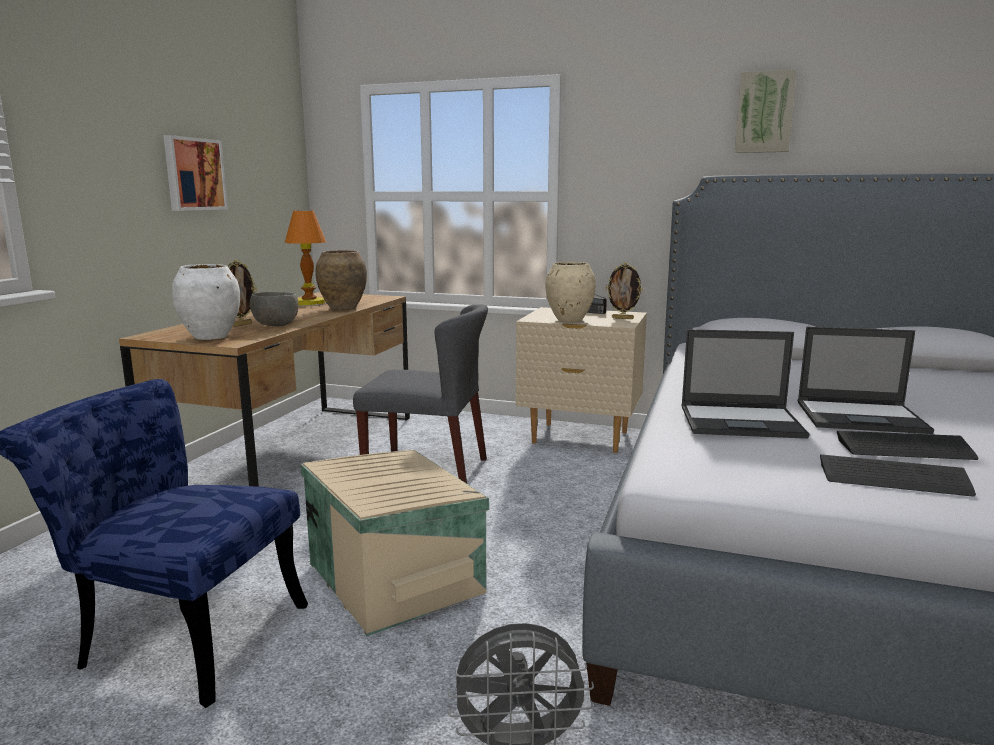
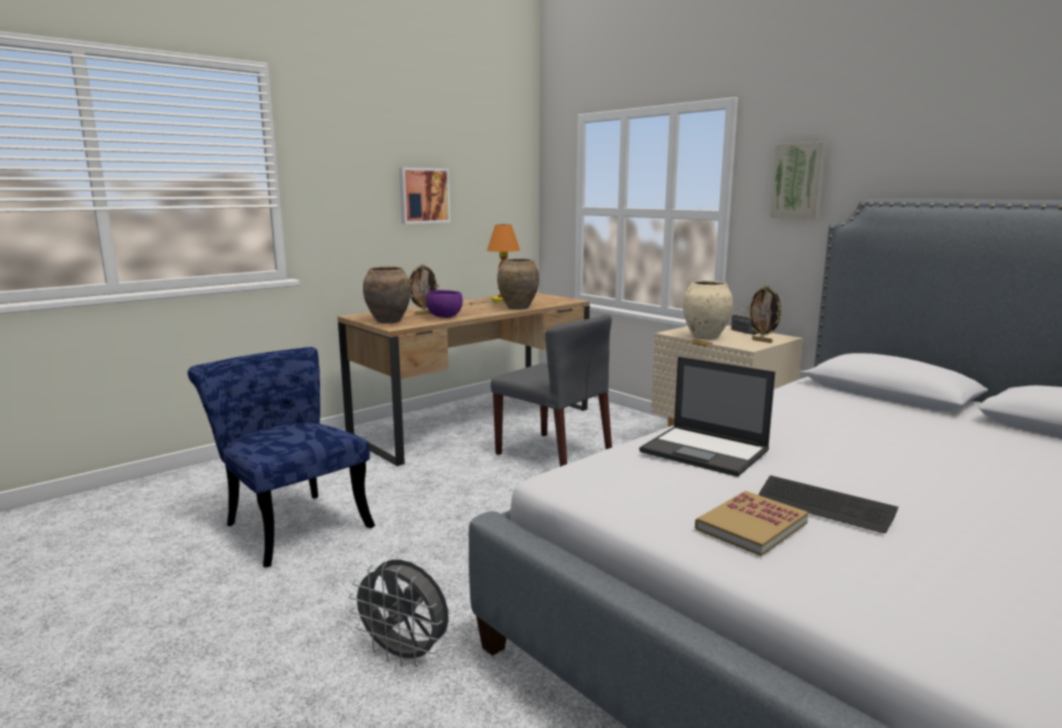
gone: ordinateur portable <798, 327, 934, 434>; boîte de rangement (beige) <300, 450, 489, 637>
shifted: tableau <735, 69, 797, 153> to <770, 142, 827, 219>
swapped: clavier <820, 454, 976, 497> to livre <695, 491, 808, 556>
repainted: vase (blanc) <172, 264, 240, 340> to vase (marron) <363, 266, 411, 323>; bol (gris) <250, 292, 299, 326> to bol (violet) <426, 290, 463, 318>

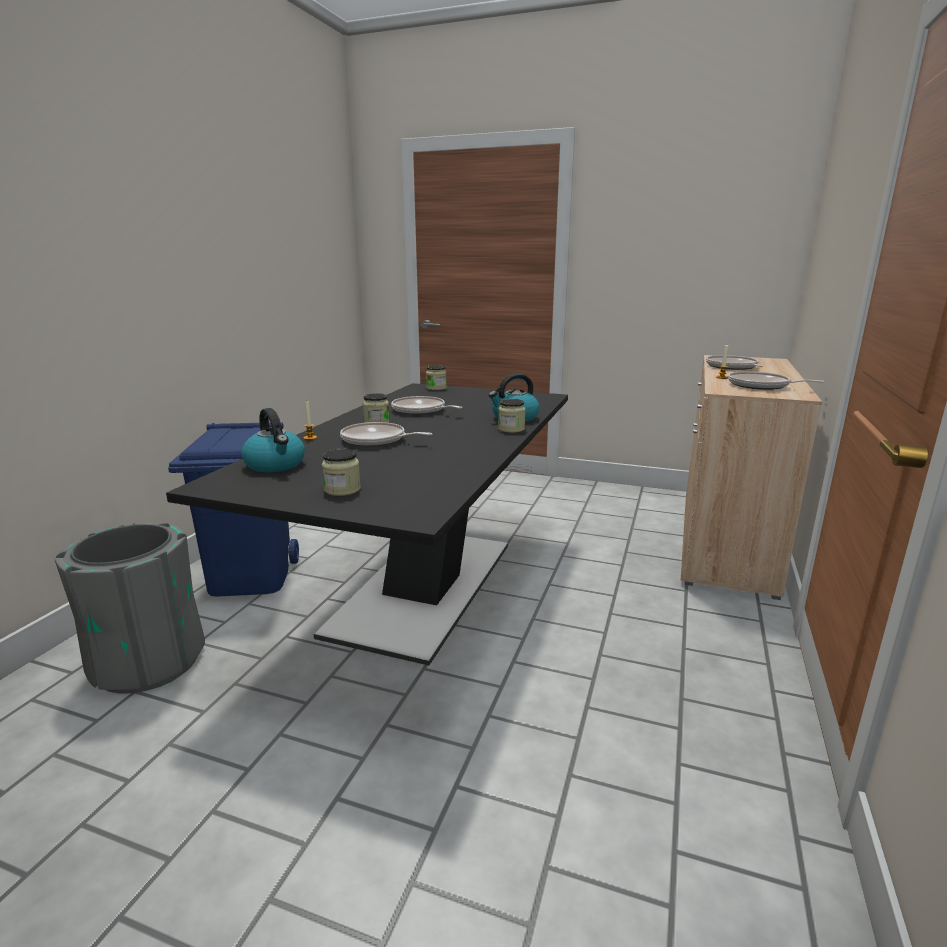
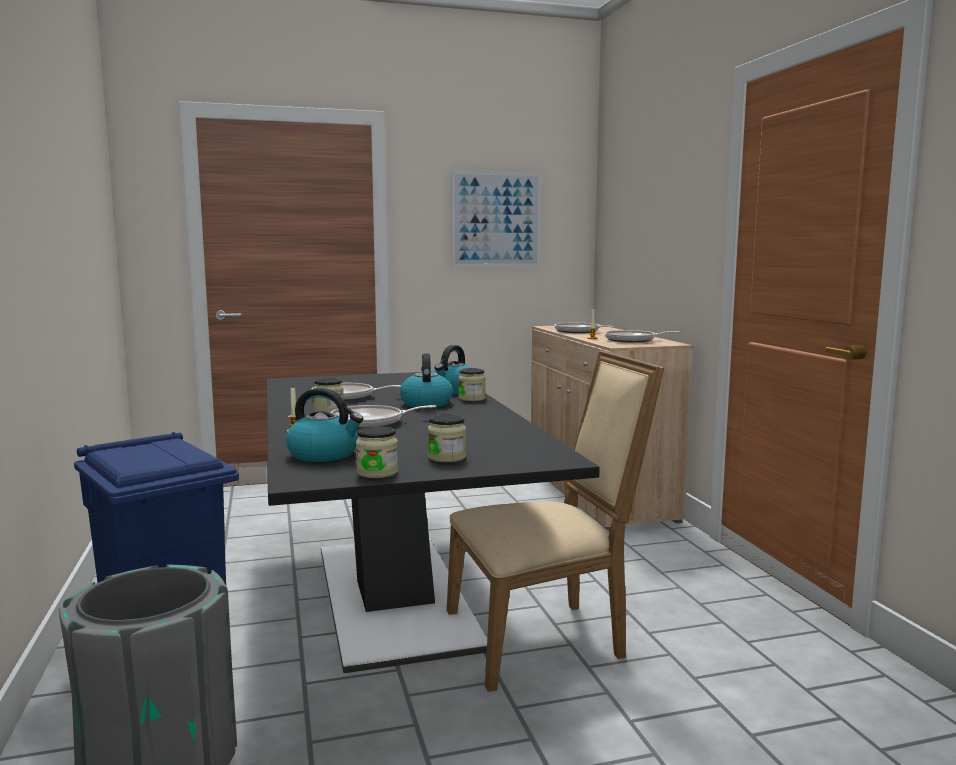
new: tableau <451, 171, 541, 267>; chaise (beige) <447, 350, 664, 692>; bouilloire <400, 353, 453, 407>
shifted: bocal <426, 365, 447, 390> to <356, 426, 398, 478>

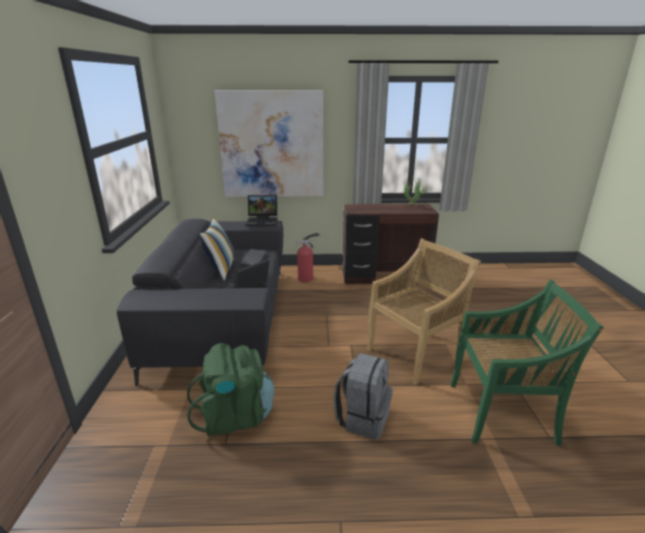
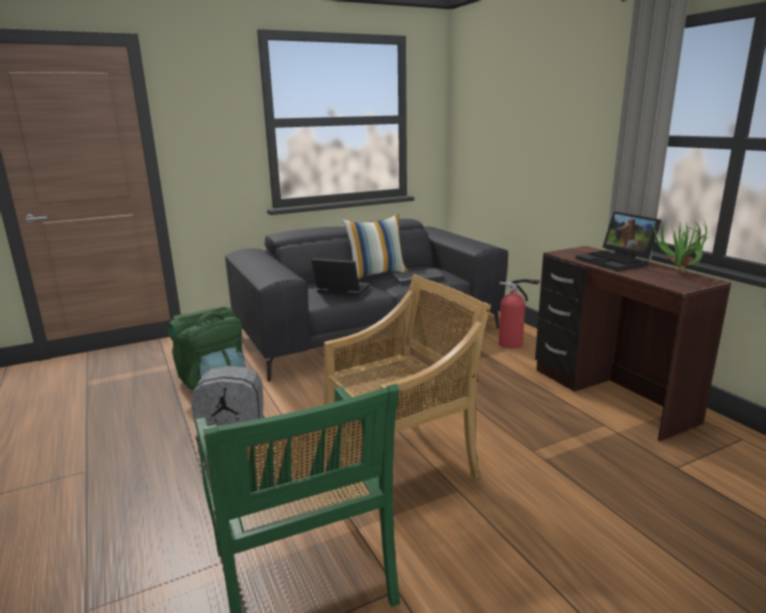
gone: tableau <215, 90, 323, 197>
shifted: ordinateur portable <245, 195, 277, 226> to <576, 211, 662, 271>
rotated: chaise (beige) <367, 238, 481, 385> = <324, 274, 491, 517> 60 degrees counterclockwise

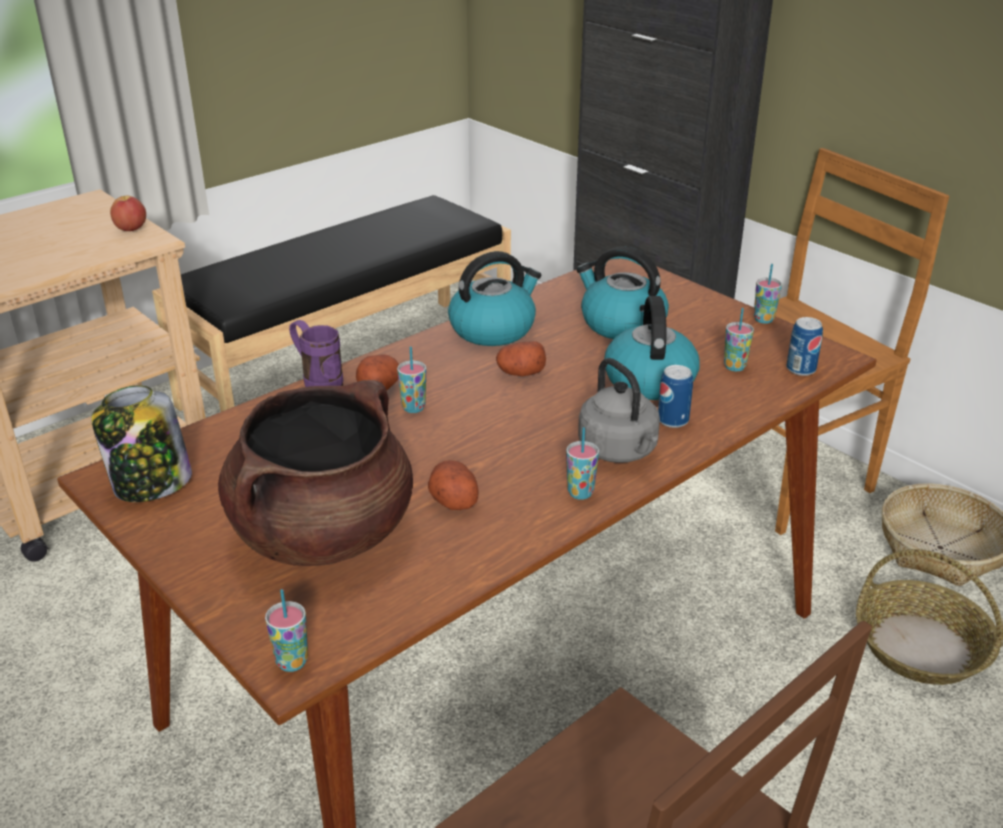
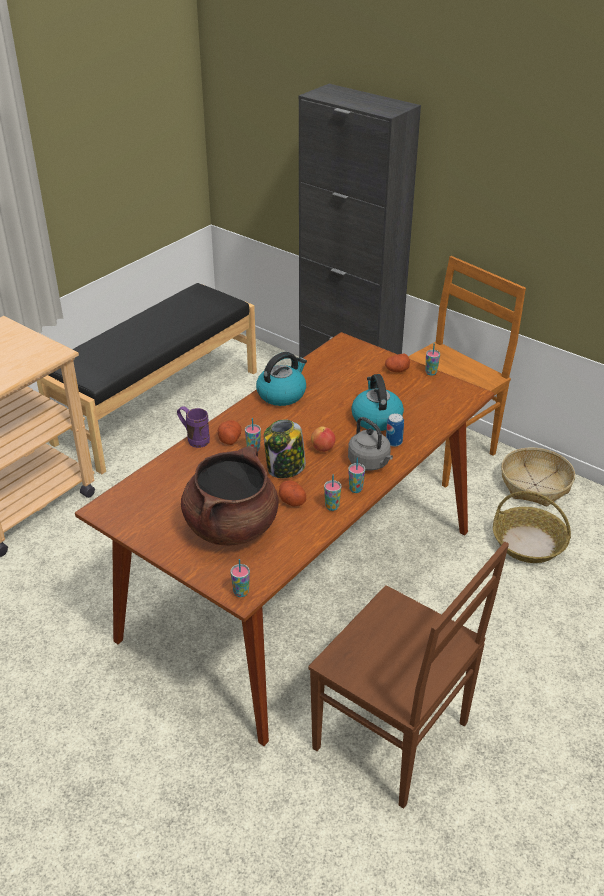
gone: bouilloire <576, 247, 669, 339>; boîte métallique <786, 317, 823, 376>
shifted: pomme <110, 196, 146, 231> to <311, 426, 335, 452>; tasse <724, 308, 754, 371> to <324, 475, 341, 511>; pomme de terre <496, 341, 546, 376> to <385, 354, 410, 372>; bocal <91, 385, 192, 502> to <264, 419, 306, 478>

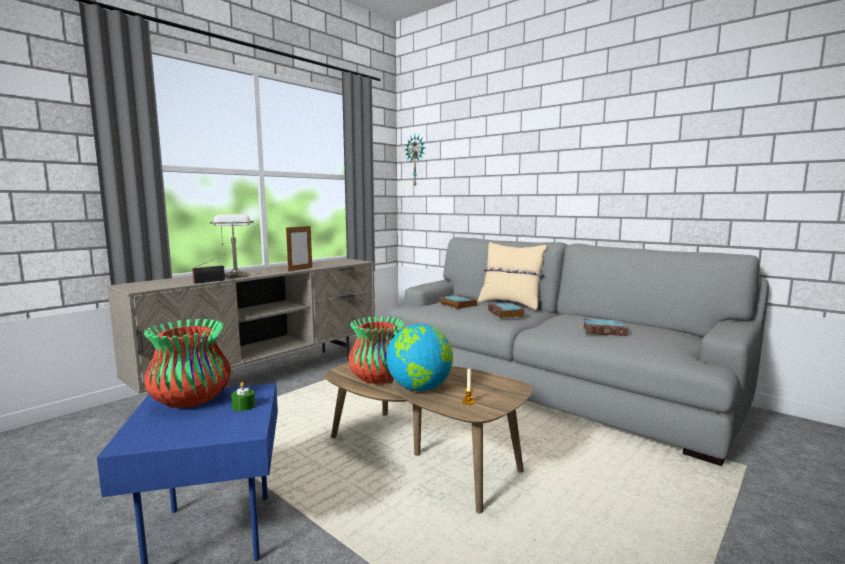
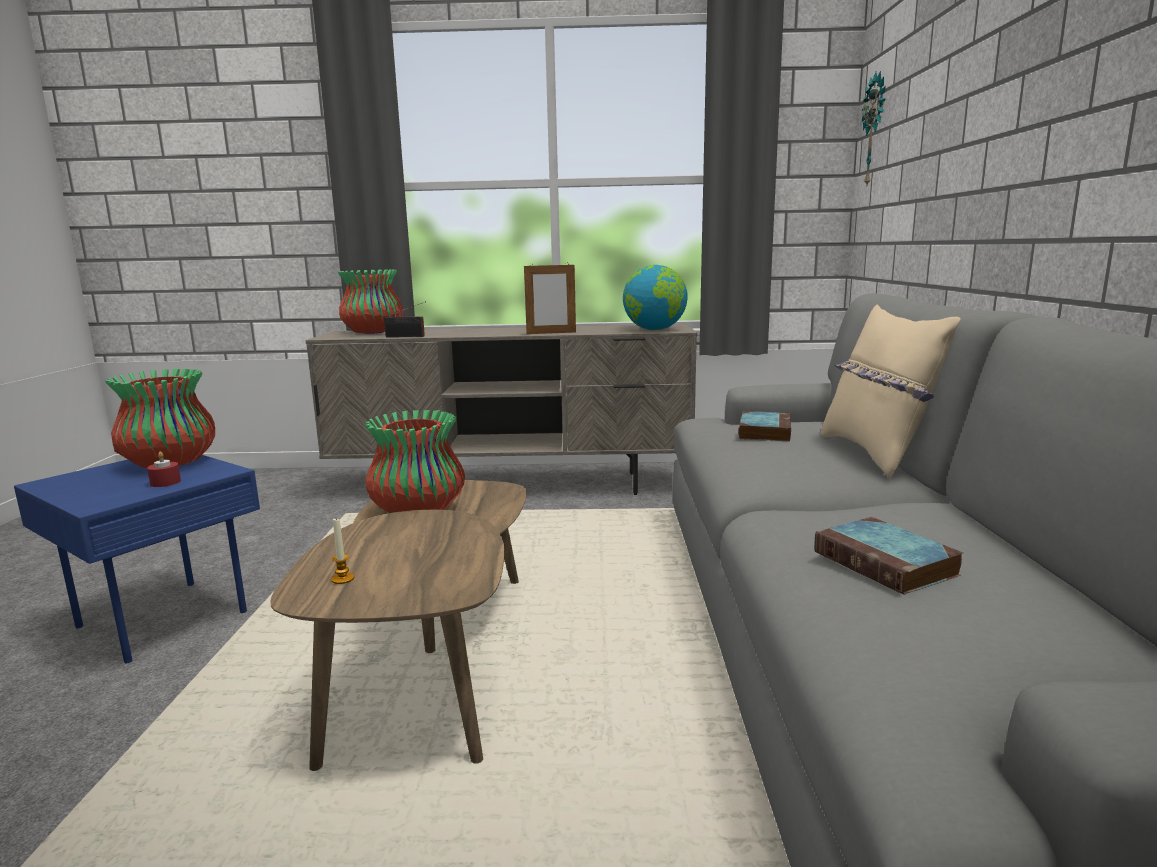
gone: lampe de table (gris) <210, 214, 254, 278>; livre <488, 303, 525, 318>
new: vase <338, 269, 403, 334>
shifted: globe <387, 324, 453, 391> to <623, 265, 688, 330>
repainted: bougie (vert) <231, 382, 255, 411> to bougie (rouge) <147, 452, 181, 487>

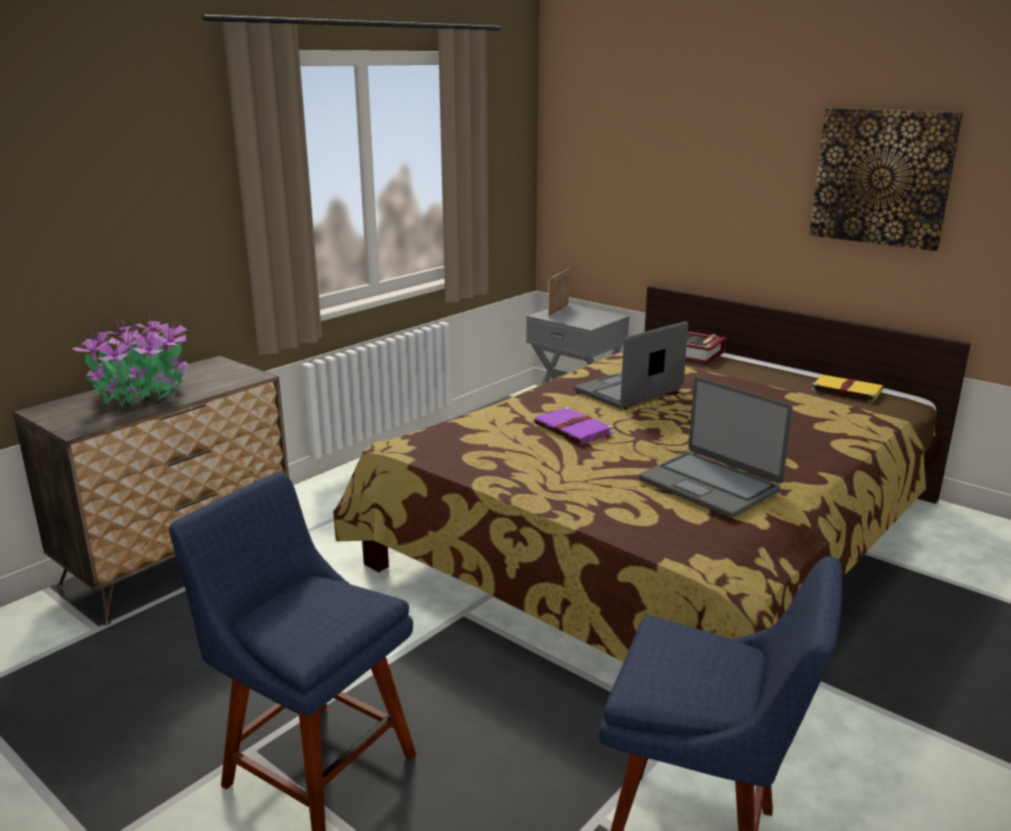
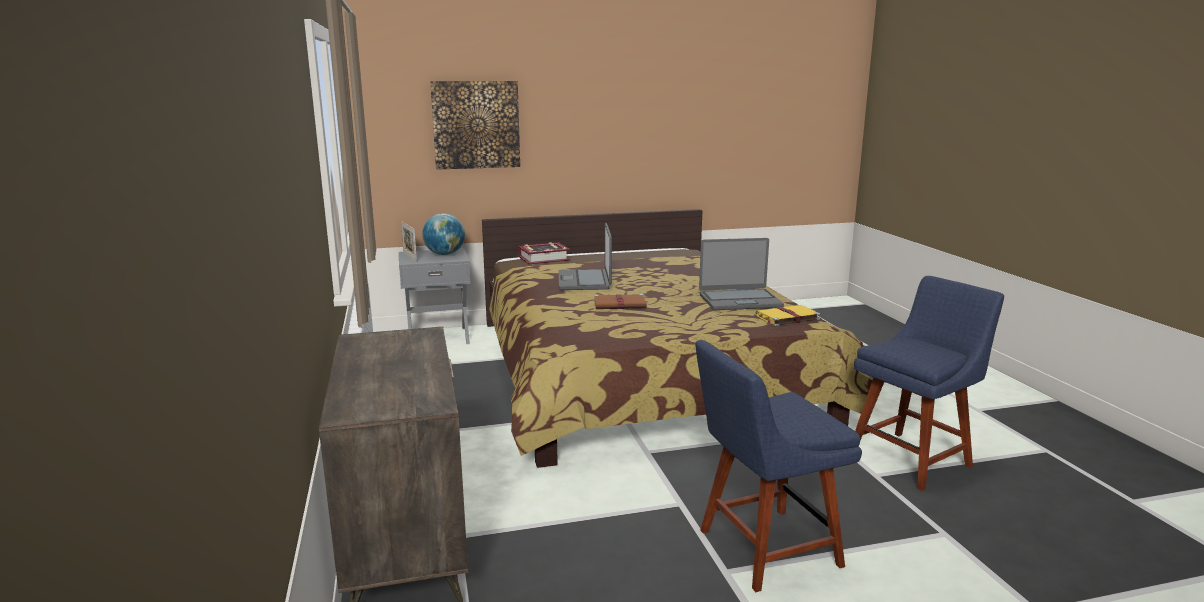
gone: plante en pot <72, 312, 189, 406>
new: globe <423, 213, 465, 255>
shifted: tableau <809, 108, 963, 251> to <430, 81, 520, 170>; livre (jaune) <810, 375, 884, 403> to <755, 305, 820, 326>
repainted: livre (violet) <534, 407, 613, 444> to livre (marron) <594, 294, 648, 309>

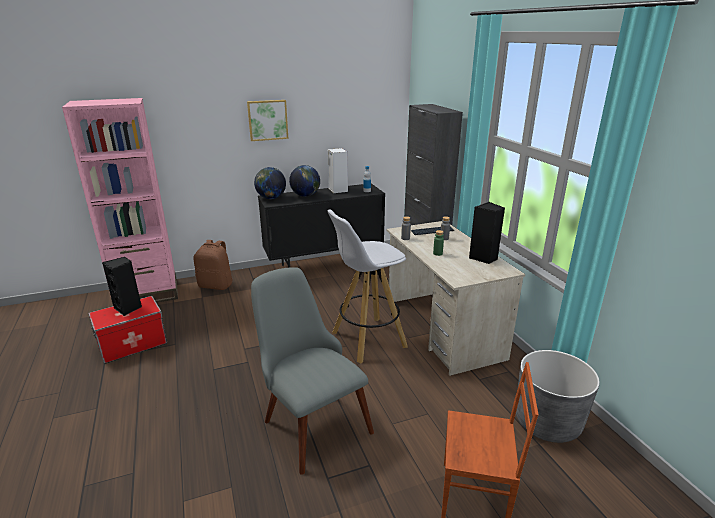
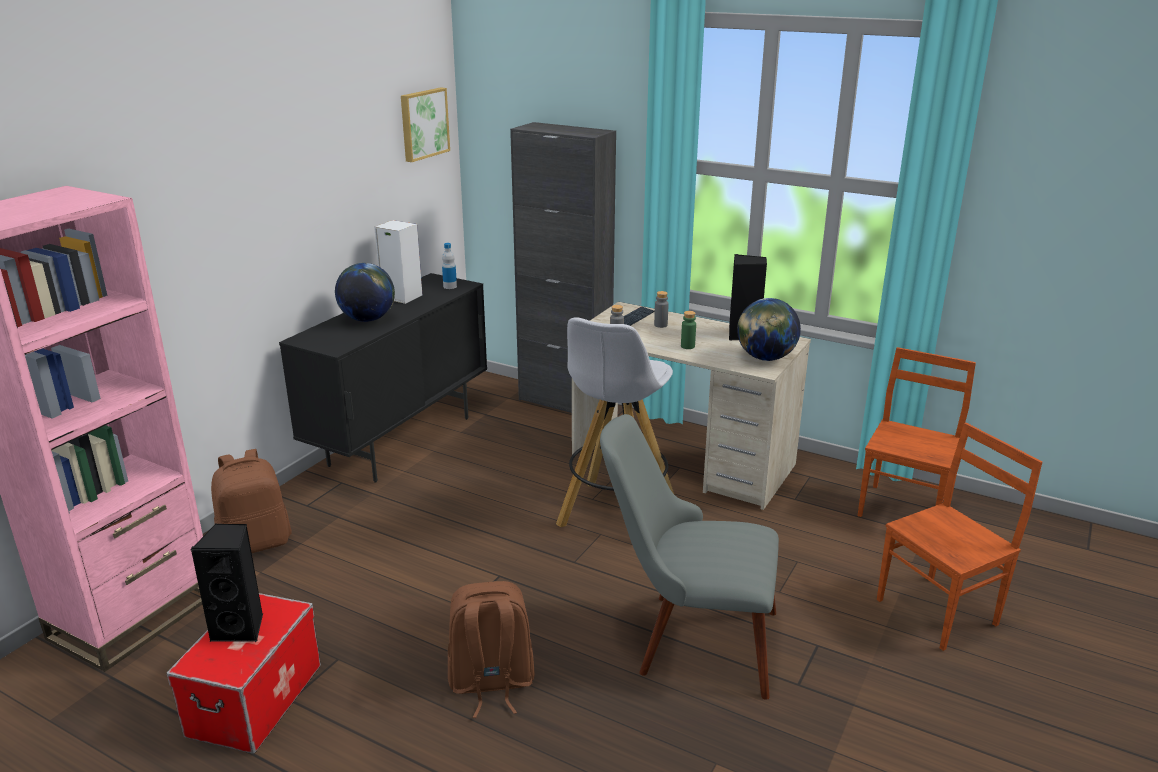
new: sac à dos (marron) <448, 581, 535, 718>
shifted: tableau <247, 100, 288, 141> to <401, 87, 450, 162>; globe <254, 167, 286, 199> to <737, 298, 801, 361>
swapped: cache-pot (gris) <516, 350, 600, 443> to chaise (marron) <858, 347, 976, 517>

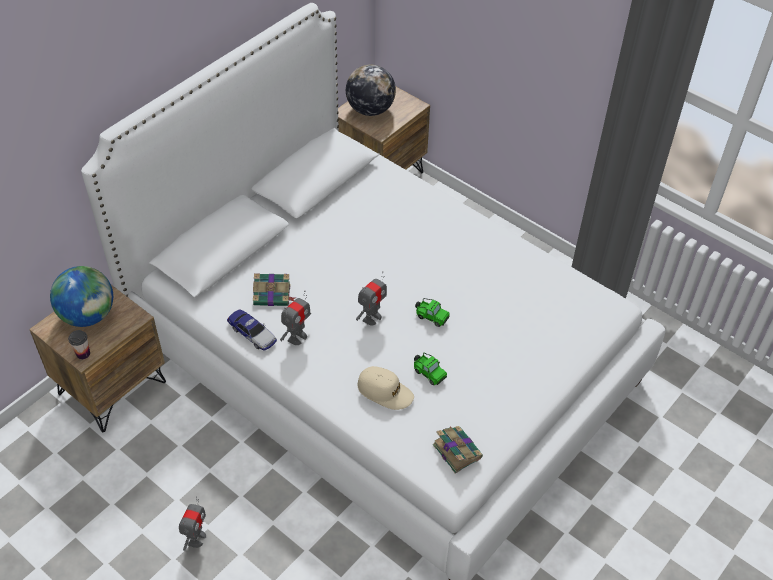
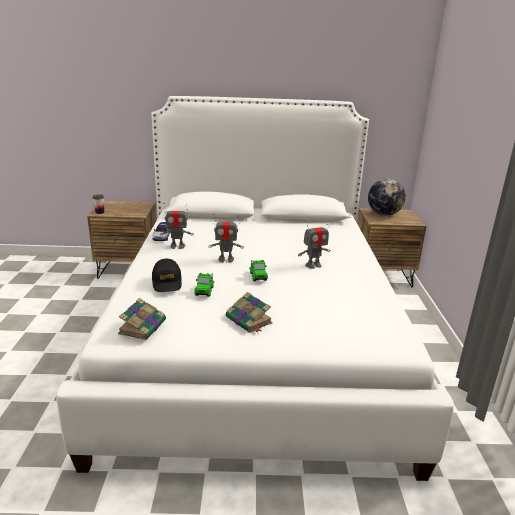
gone: globe <50, 266, 113, 327>
shifted: livre <253, 273, 295, 306> to <226, 292, 272, 333>; robot jouet <179, 496, 206, 551> to <298, 220, 330, 269>
repainted: casquette (beige) <357, 366, 414, 410> to casquette (noir) <152, 259, 182, 292>

